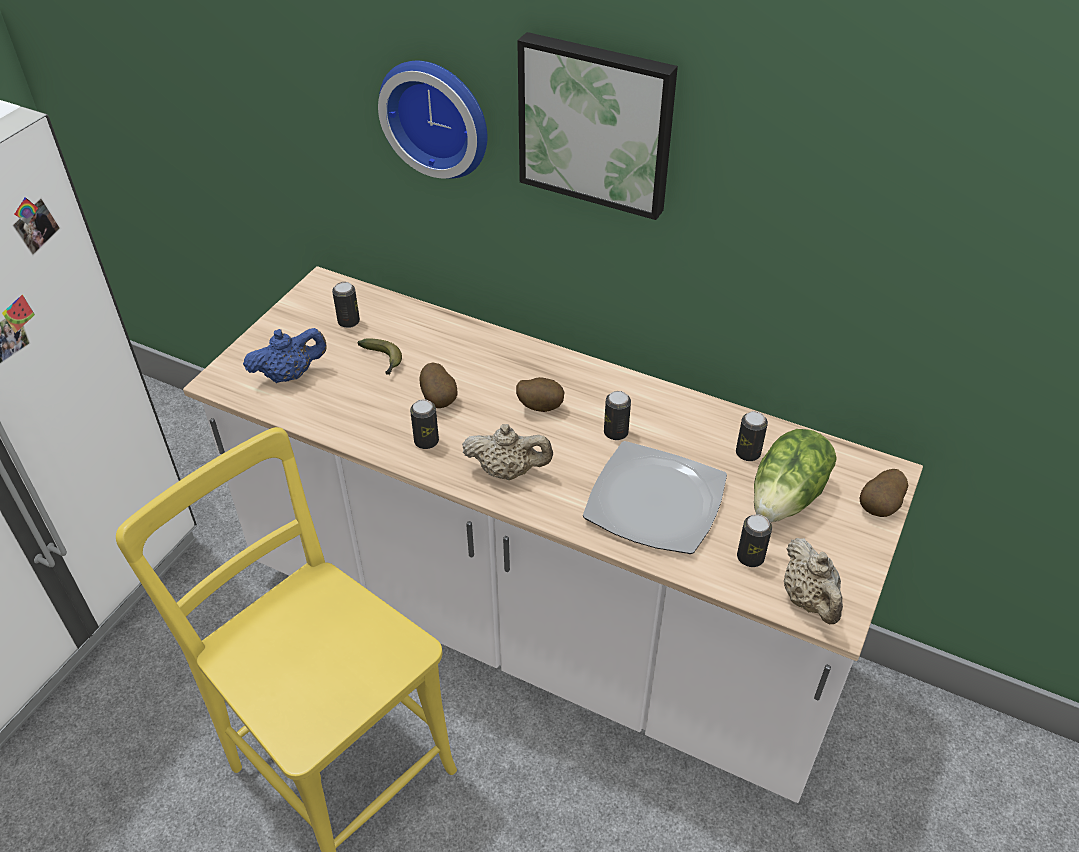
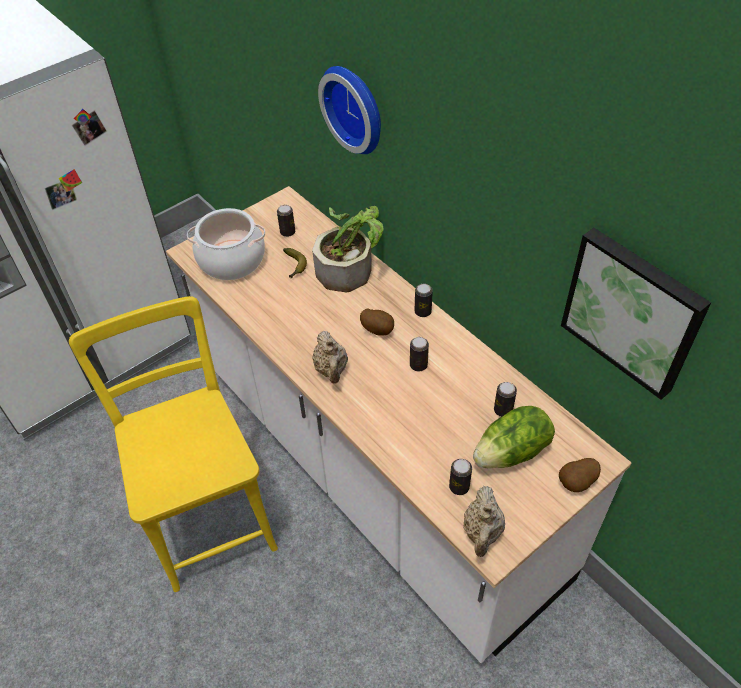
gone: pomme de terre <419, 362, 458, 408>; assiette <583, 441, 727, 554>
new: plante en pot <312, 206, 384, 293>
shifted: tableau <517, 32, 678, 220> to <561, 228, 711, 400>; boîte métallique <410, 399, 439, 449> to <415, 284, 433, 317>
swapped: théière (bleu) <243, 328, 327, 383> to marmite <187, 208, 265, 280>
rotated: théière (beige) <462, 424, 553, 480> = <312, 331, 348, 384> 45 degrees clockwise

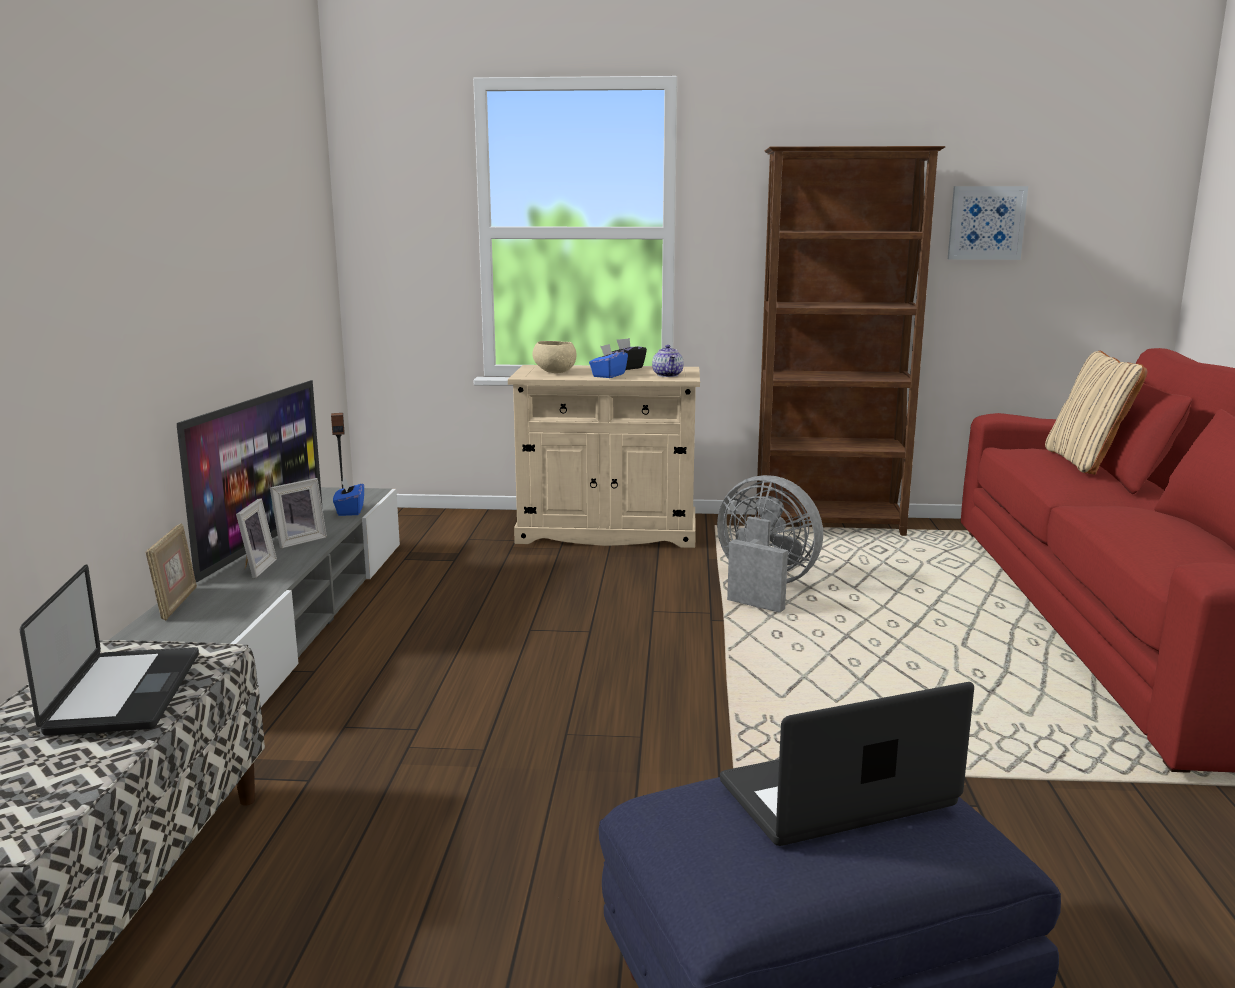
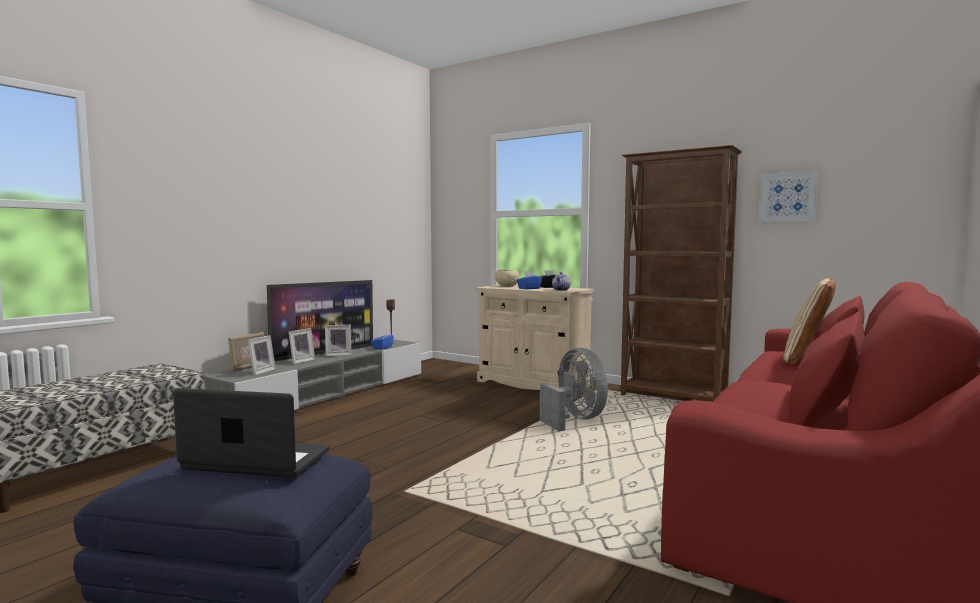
gone: ordinateur portable <20, 564, 199, 736>
new: cadre photo <248, 335, 276, 375>

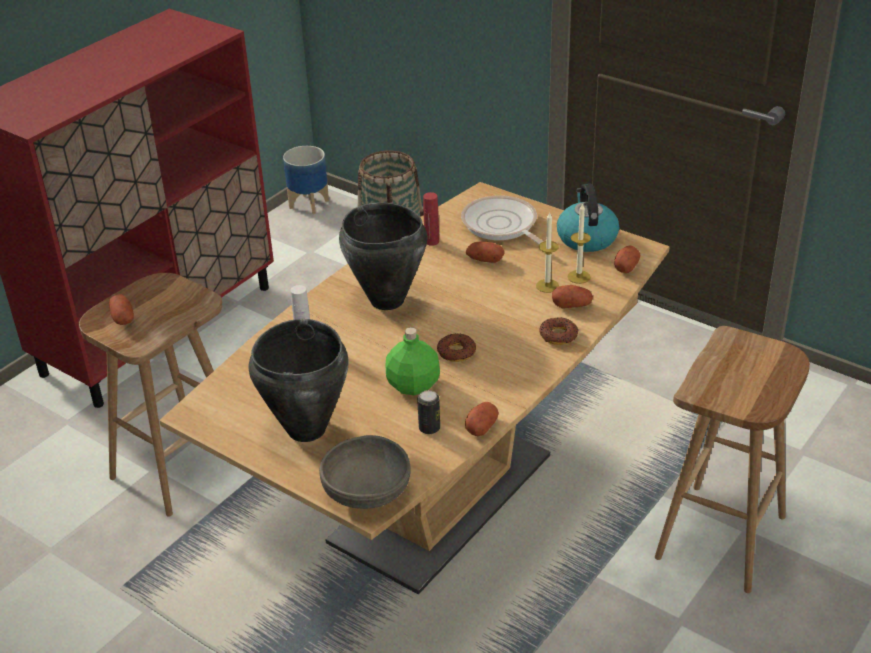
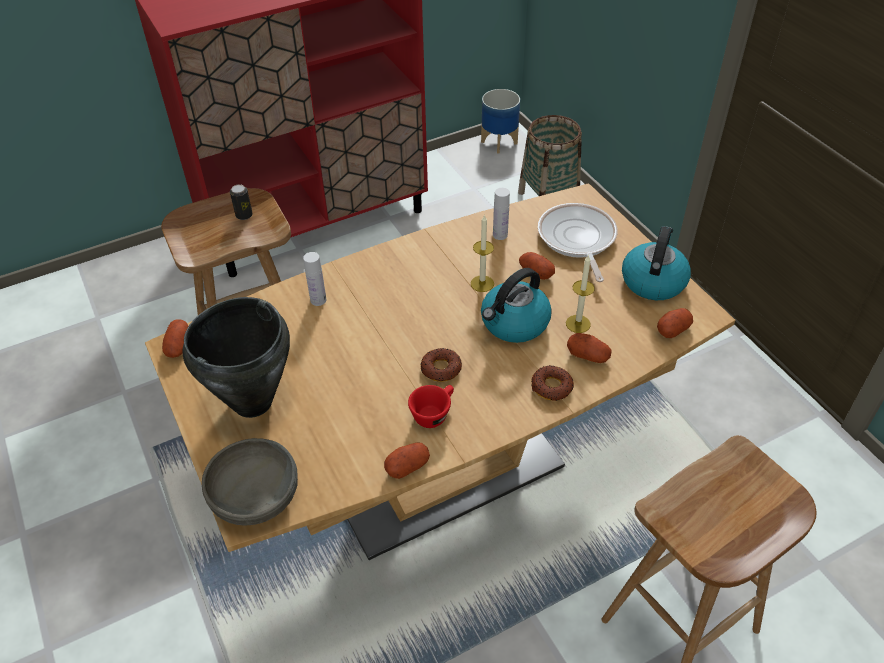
gone: marmite (noir) <339, 202, 428, 310>; bouteille (vert) <385, 327, 440, 395>
new: bouilloire <481, 268, 552, 343>; tasse (rouge) <408, 385, 454, 428>
shifted: bougie <568, 203, 591, 284> to <471, 214, 494, 292>; pomme de terre <109, 295, 134, 325> to <162, 319, 188, 358>; boîte métallique <417, 390, 440, 434> to <230, 184, 253, 220>
repainted: bouteille (rouge) <423, 192, 439, 246> to bouteille (blanc) <493, 188, 510, 240>

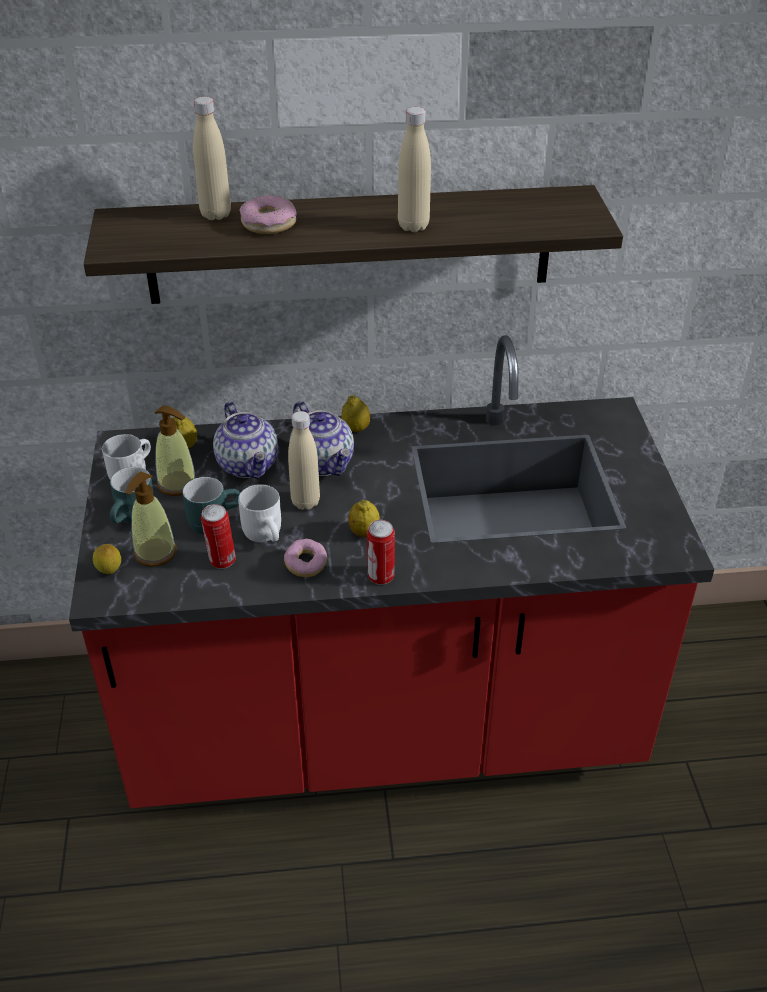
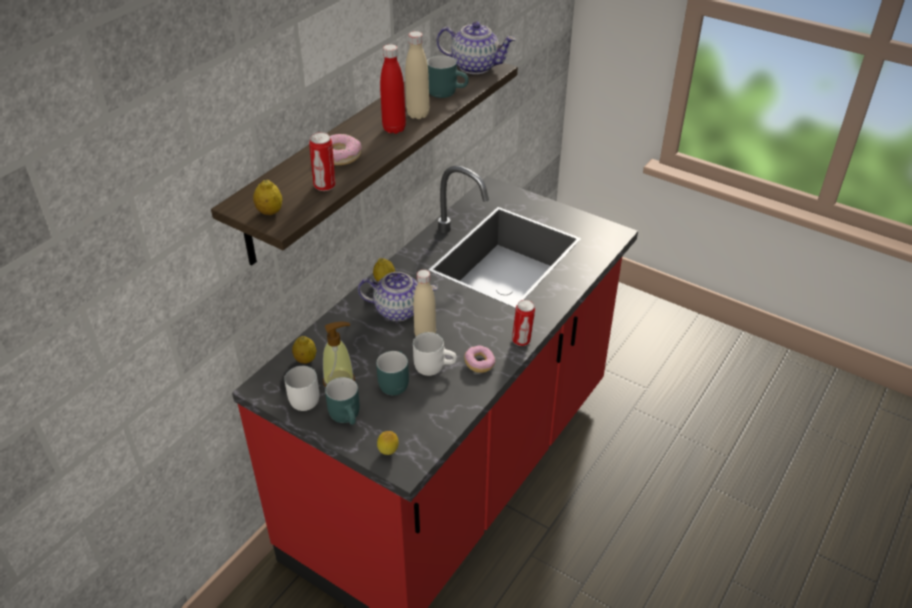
gone: bouteille (beige) <193, 97, 231, 220>; distributeur de savon <125, 472, 177, 567>
new: bouteille (rouge) <380, 44, 406, 134>; mug (turquoise) <427, 55, 469, 98>
shifted: théière <213, 402, 278, 479> to <436, 22, 516, 74>; citron <348, 500, 380, 537> to <253, 179, 282, 215>; boîte métallique <201, 504, 236, 569> to <309, 132, 335, 191>

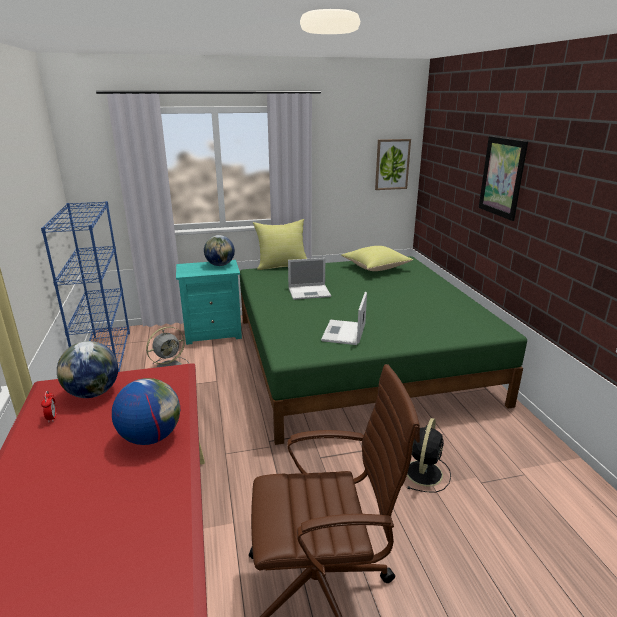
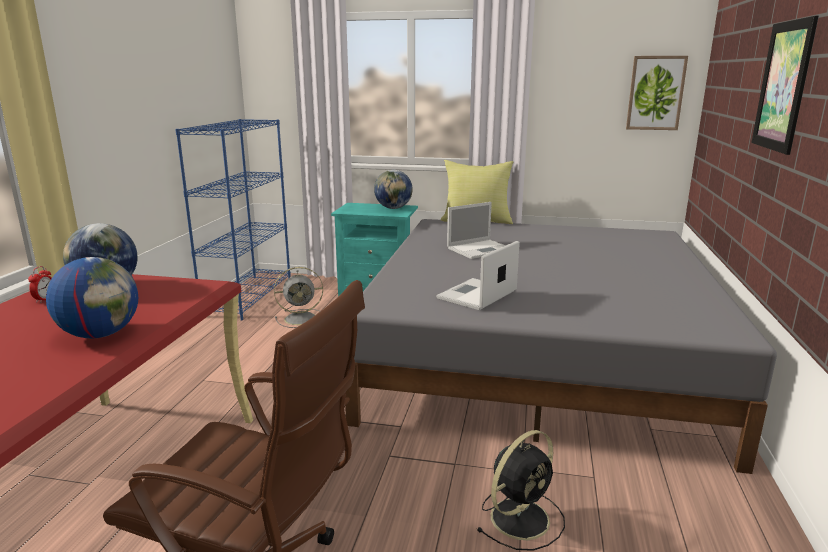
gone: coussin (jaune) <341, 246, 413, 271>
repainted: lit (vert) <240, 256, 527, 445> to lit (gris) <345, 219, 777, 474>
rotated: ordinateur portable <288, 258, 331, 300> = <447, 202, 506, 259> 45 degrees counterclockwise

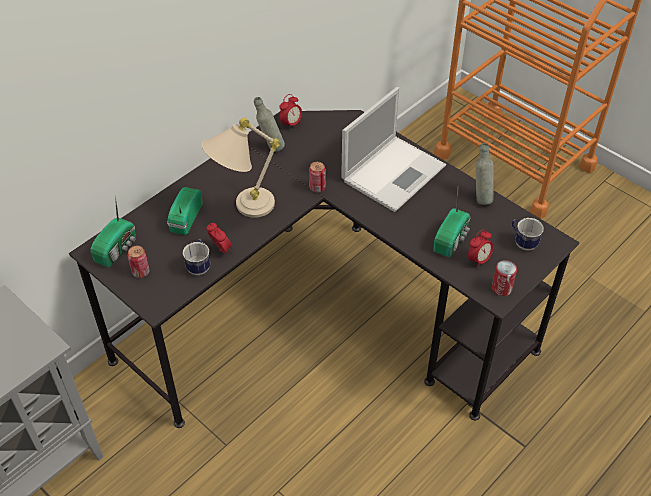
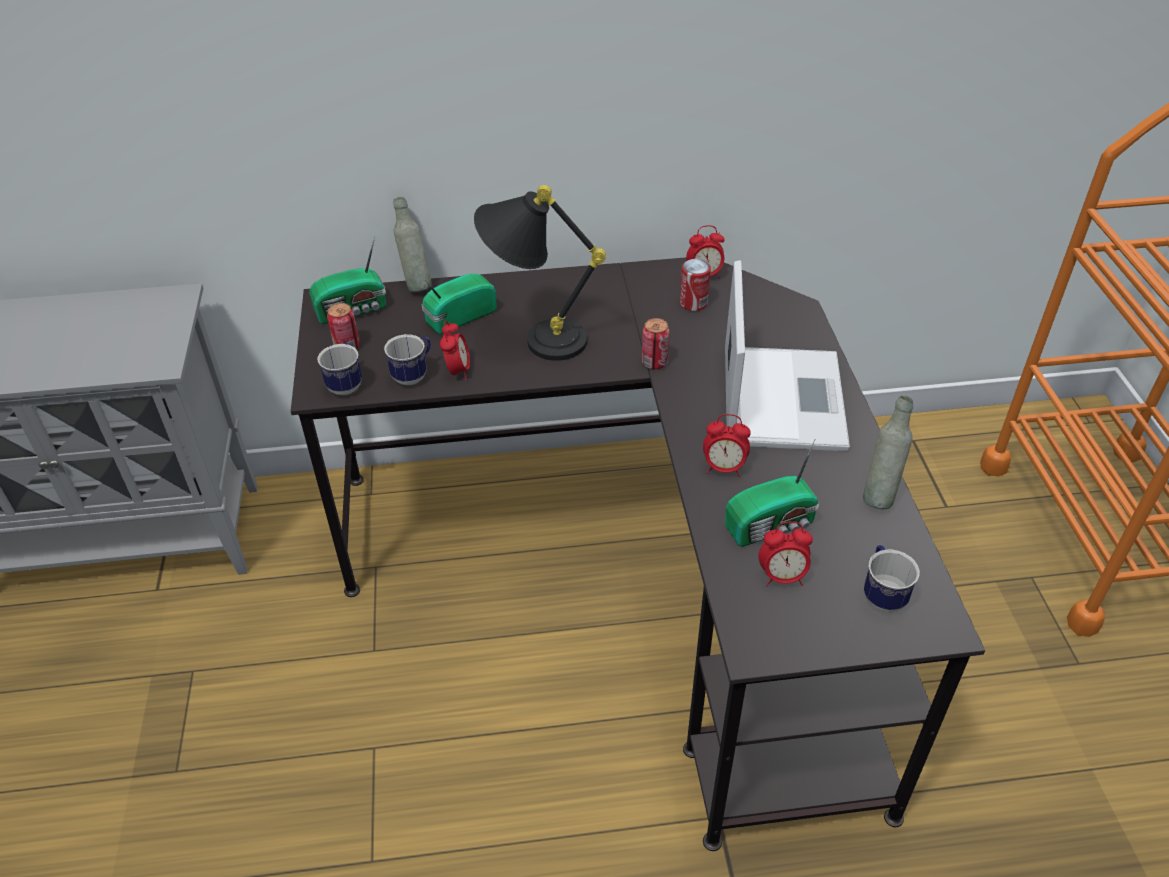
new: mug <317, 342, 362, 395>; réveil <703, 414, 751, 477>
shifted: bouteille (gris) <254, 97, 285, 152> to <393, 197, 432, 292>; boîte métallique <492, 260, 517, 296> to <680, 259, 711, 311>
repainted: lampe de table (beige) <201, 117, 281, 218> to lampe de table (noir) <474, 185, 606, 361>
rotated: ordinateur portable <341, 87, 446, 212> = <725, 260, 850, 451> 75 degrees counterclockwise

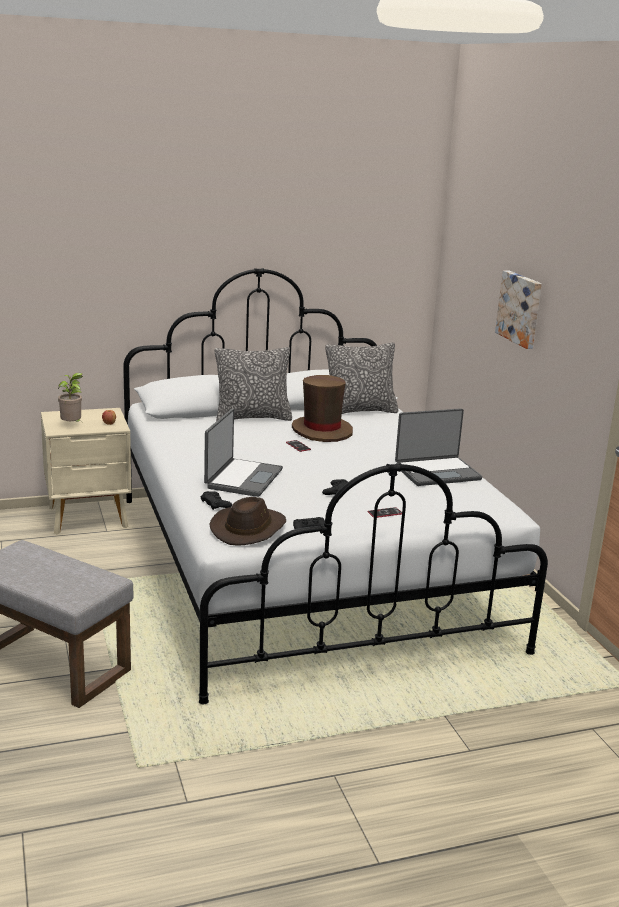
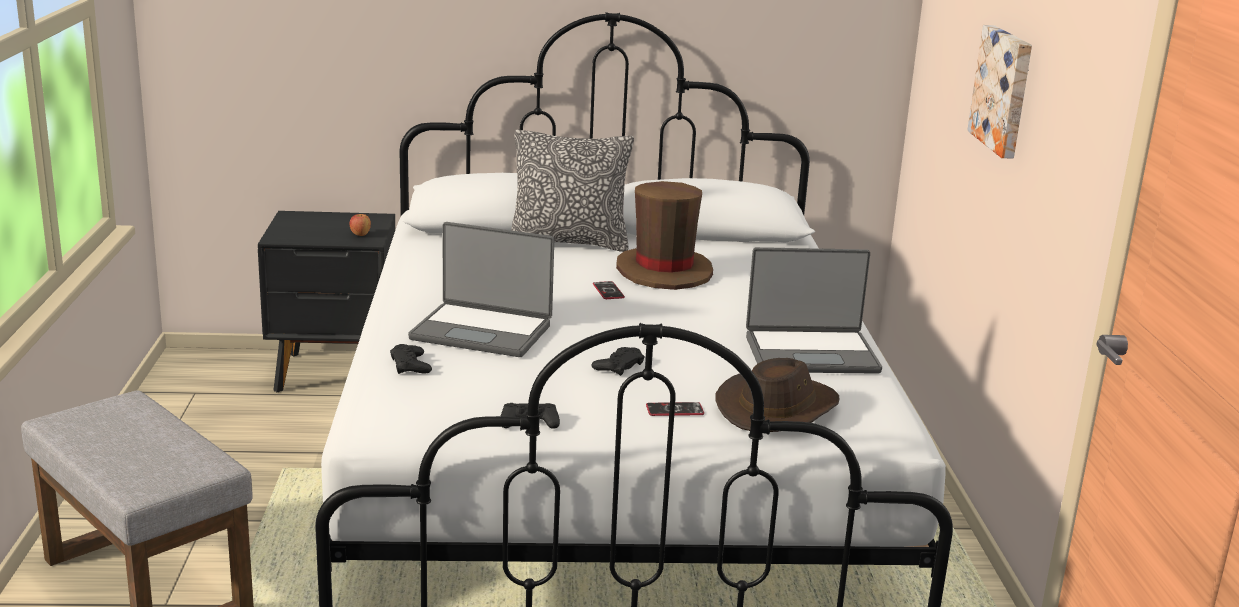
gone: coussin <325, 342, 398, 414>; plante en pot <58, 373, 83, 422>
shifted: chapeau (marron) <209, 497, 286, 546> to <715, 358, 840, 432>
repainted: table de chevet (beige) <41, 408, 132, 534> to table de chevet (noir) <258, 211, 395, 392>
rotated: ordinateur portable <204, 409, 283, 497> = <408, 222, 554, 357> 75 degrees clockwise

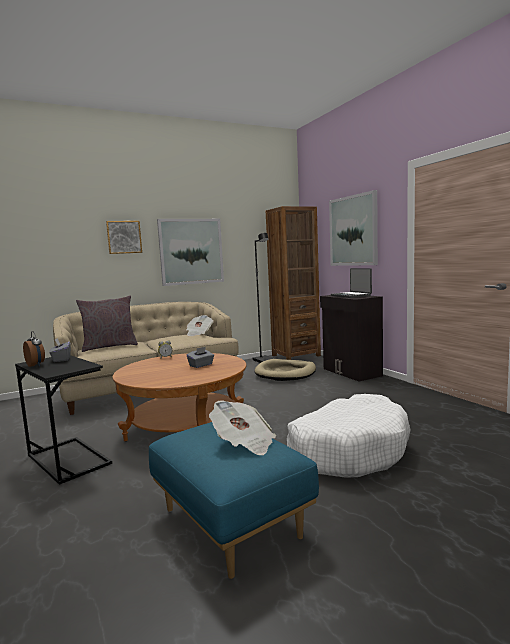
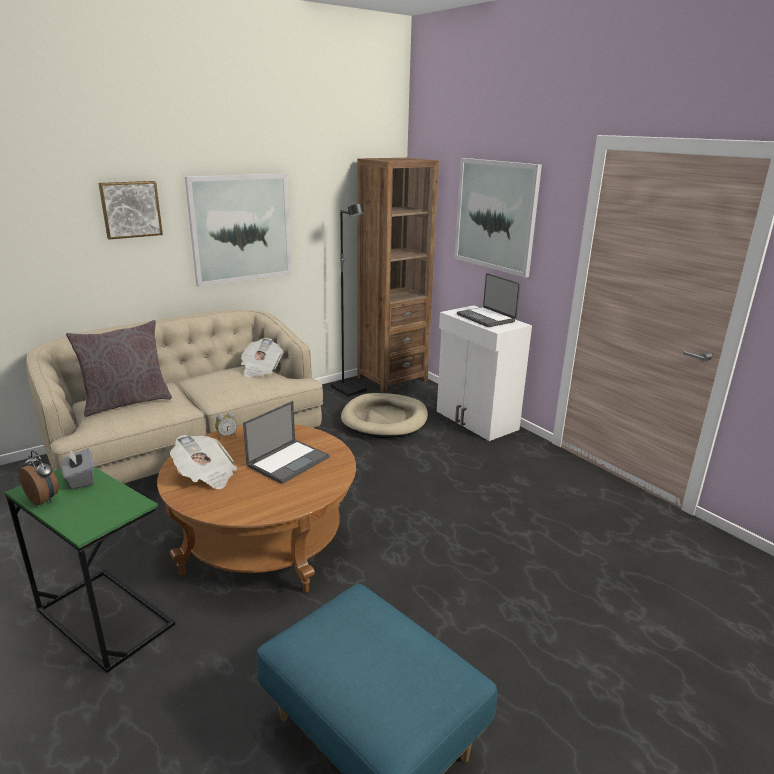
gone: panier pour chien (blanc) <287, 394, 411, 478>
shifted: journal <209, 400, 276, 455> to <170, 435, 237, 489>
swapped: boîte à mouchoirs (gris) <187, 347, 214, 368> to ordinateur portable <243, 401, 330, 484>
repainted: meuble de rangement (noir) <320, 295, 383, 382> to meuble de rangement (blanc) <437, 305, 532, 441>; table d'appoint (noir) <15, 355, 112, 485> to table d'appoint (vert) <4, 466, 175, 673>

